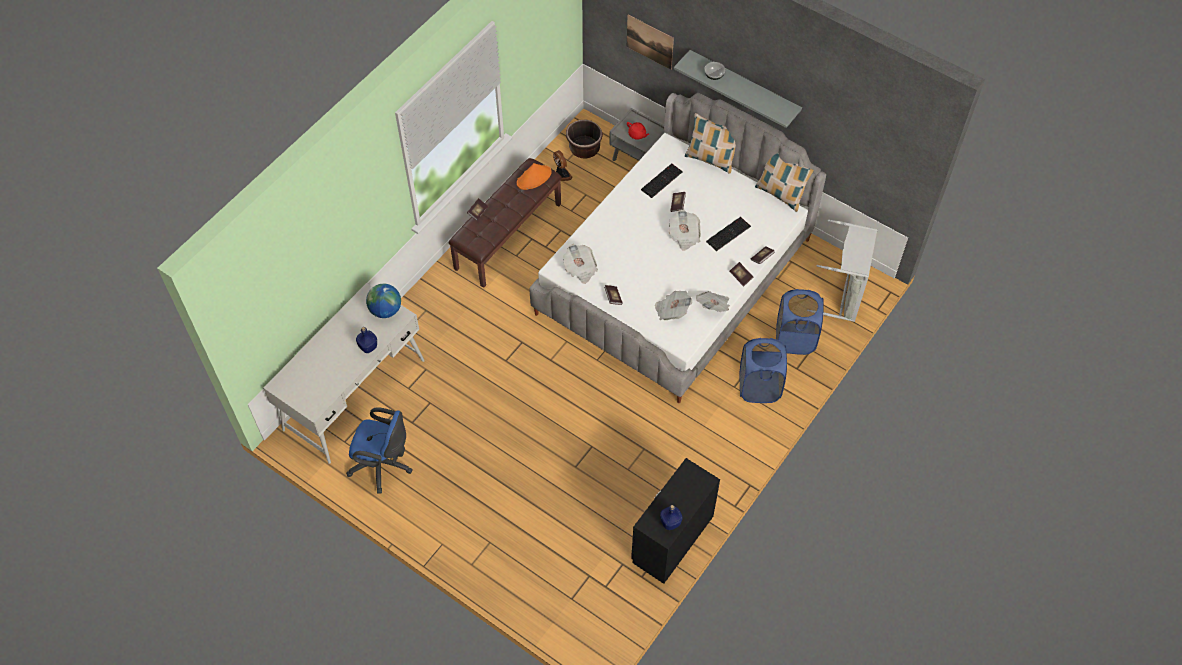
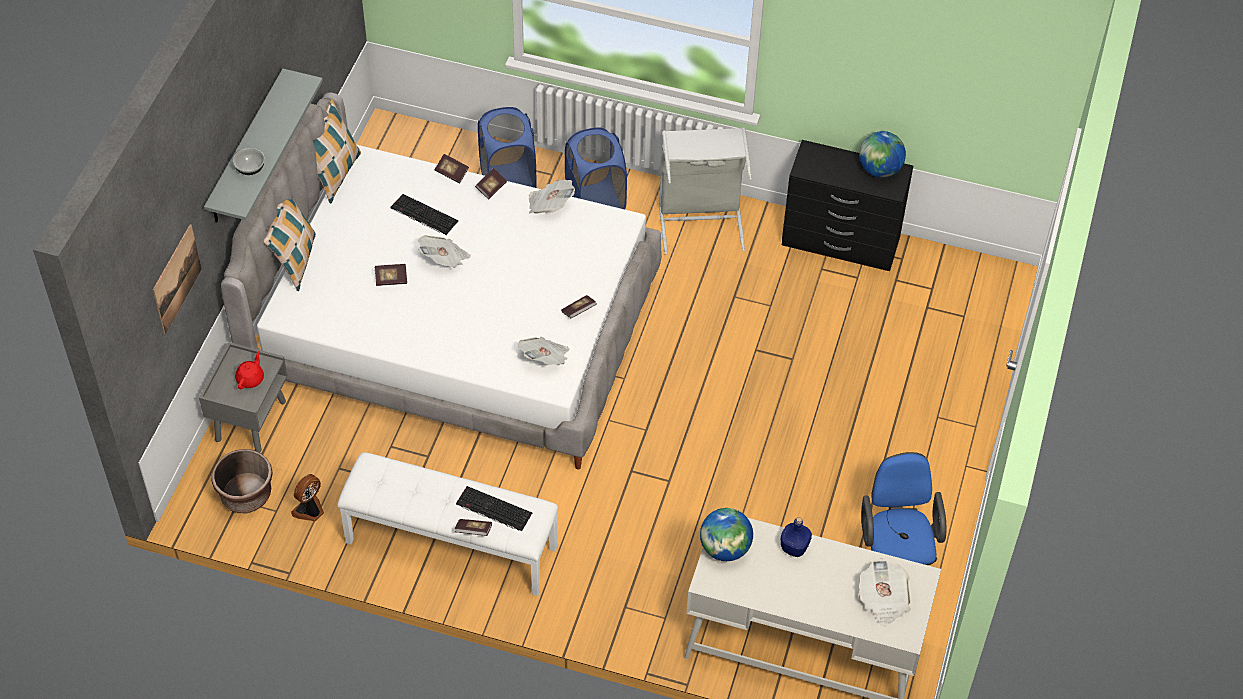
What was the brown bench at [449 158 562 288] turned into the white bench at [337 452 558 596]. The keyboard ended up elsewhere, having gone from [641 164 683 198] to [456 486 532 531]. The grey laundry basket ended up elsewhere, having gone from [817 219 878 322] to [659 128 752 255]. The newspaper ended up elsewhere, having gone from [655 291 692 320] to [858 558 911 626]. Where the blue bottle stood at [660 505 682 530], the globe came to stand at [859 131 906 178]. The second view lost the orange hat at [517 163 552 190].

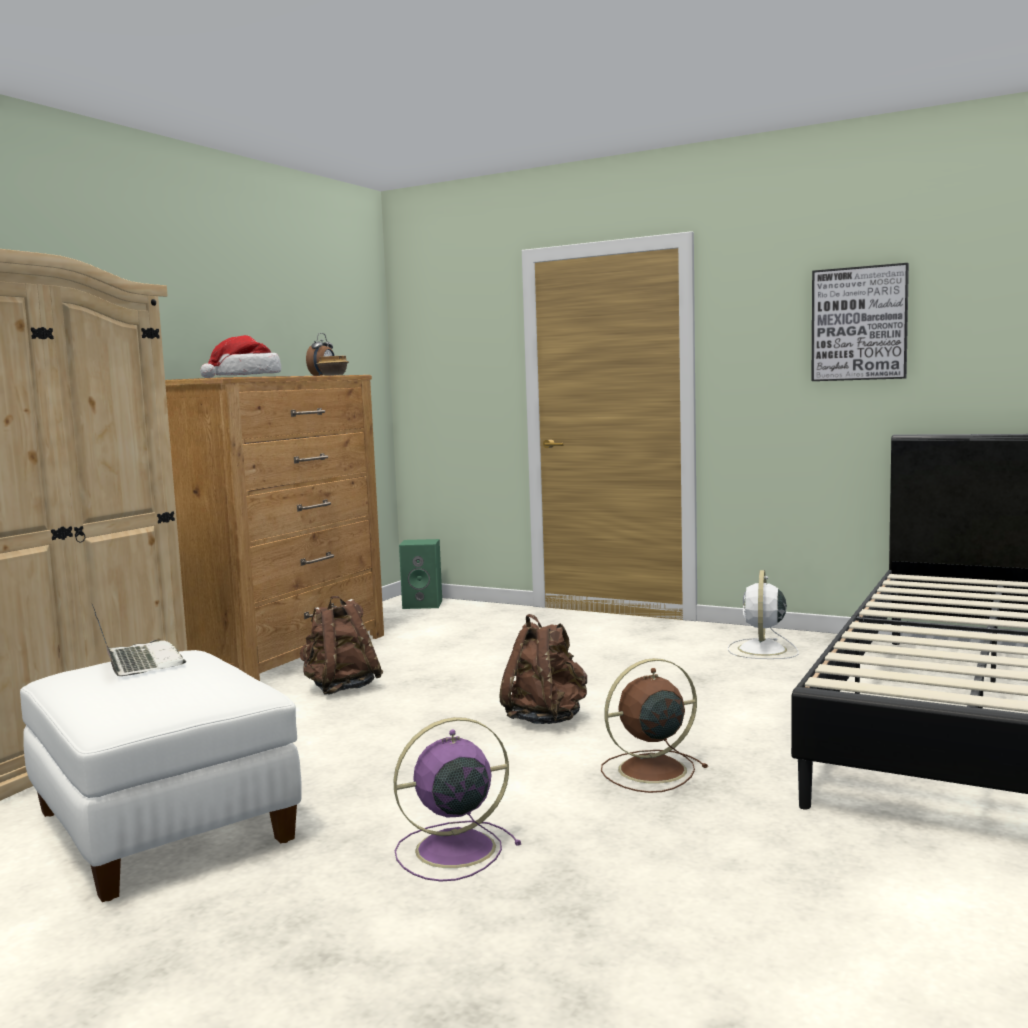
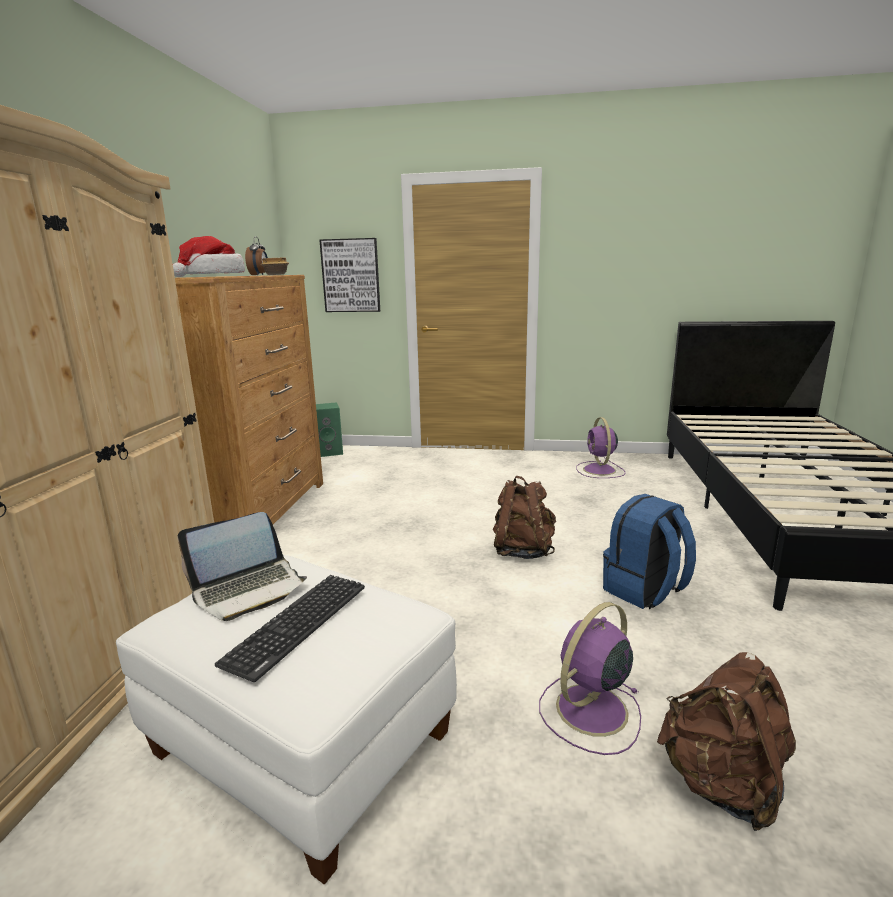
The laptop at [92 604 186 676] ended up facing another way, 105 degrees clockwise from before. The second view gained the keyboard at [215 575 365 682]. The picture ended up elsewhere, having gone from [811 263 909 381] to [319 238 380 312]. What was the white fan at [728 570 799 659] turned into the purple fan at [576 417 626 478]. Where the brown fan stood at [601 658 708 793], the blue backpack came to stand at [603 494 696 609]. The brown backpack ended up elsewhere, having gone from [300 596 383 695] to [657 652 796 831].

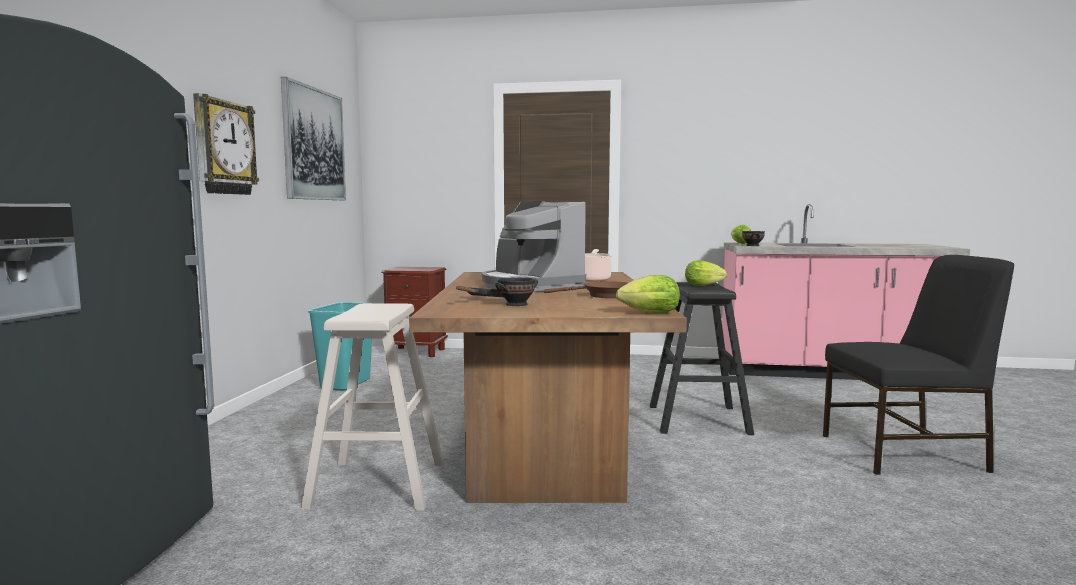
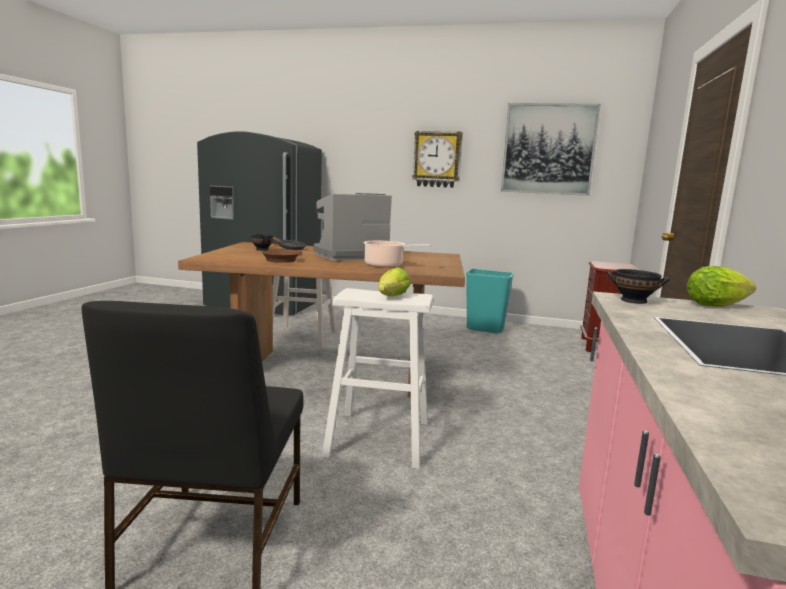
What was the black stool at [650 282 754 435] turned into the white stool at [322 288 433 469]. The second view lost the lettuce at [616 275 680 314].

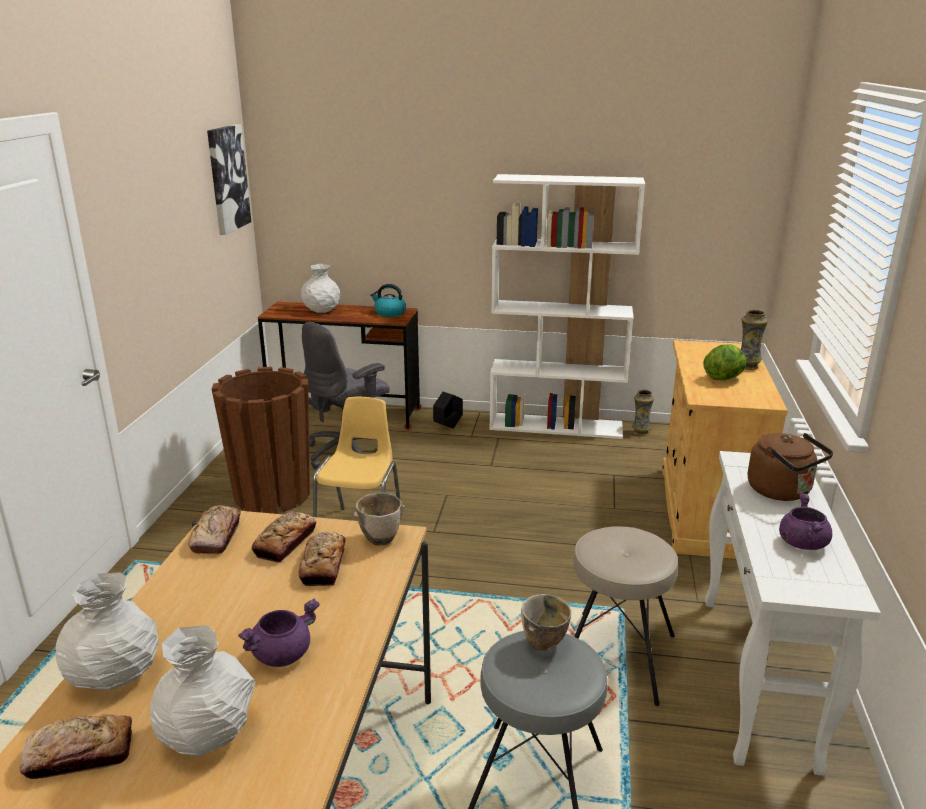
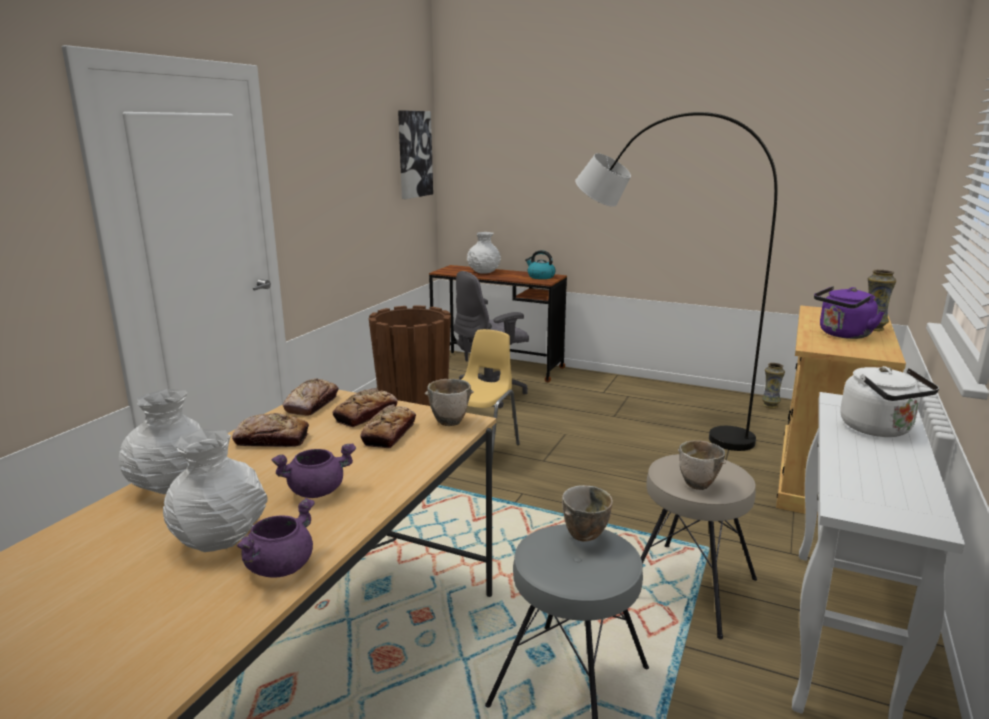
The bread ended up elsewhere, having gone from [19 714 132 779] to [232 413 309 447]. The purple cooking pot ended up elsewhere, having gone from [779 493 832 550] to [237 498 315 578]. The second view gained the grey floor lamp at [575 112 778 451]. The second view gained the bowl at [678 440 726 490]. Where the lettuce stood at [703 344 746 380], the purple kettle came to stand at [814 286 884 339]. What was the brown kettle at [748 433 833 501] turned into the white kettle at [840 366 939 437]. The second view lost the black planter at [433 392 463 429]. The second view lost the white bookcase at [489 174 645 439].

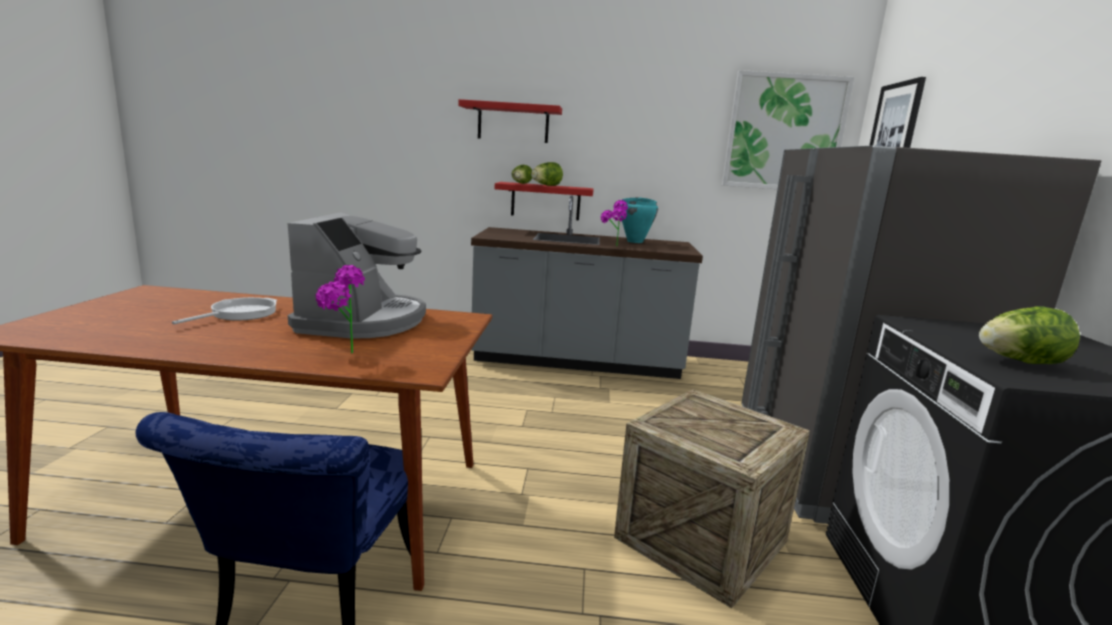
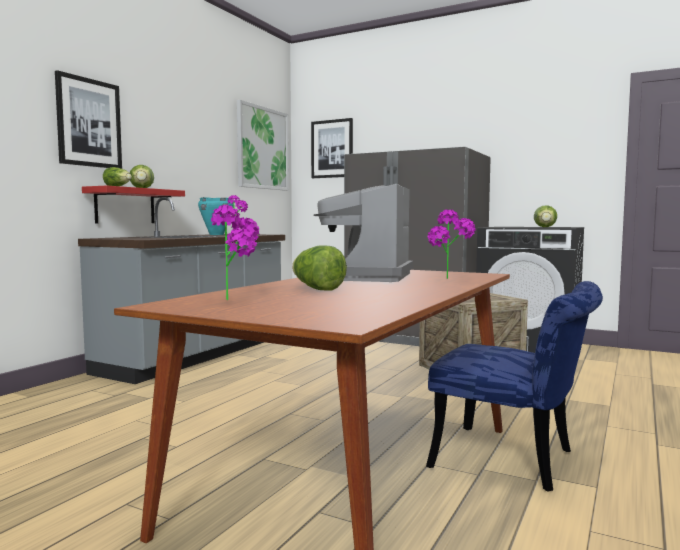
Where the red shelf hung at [458 99 562 143], the picture came to hang at [55 70 122 169]. The second view gained the potted plant at [211 206 260 300]. Where the frying pan stood at [172 297 277 324], the lettuce came to stand at [292 245 347 291]. The coffee machine at [287 212 426 339] ended up facing another way, 105 degrees counterclockwise from before.

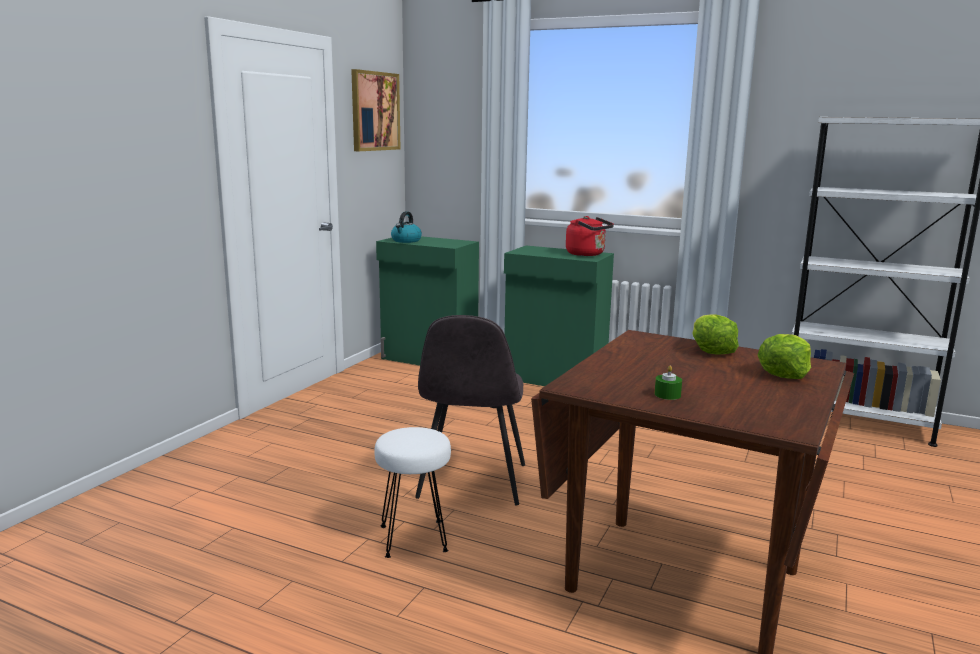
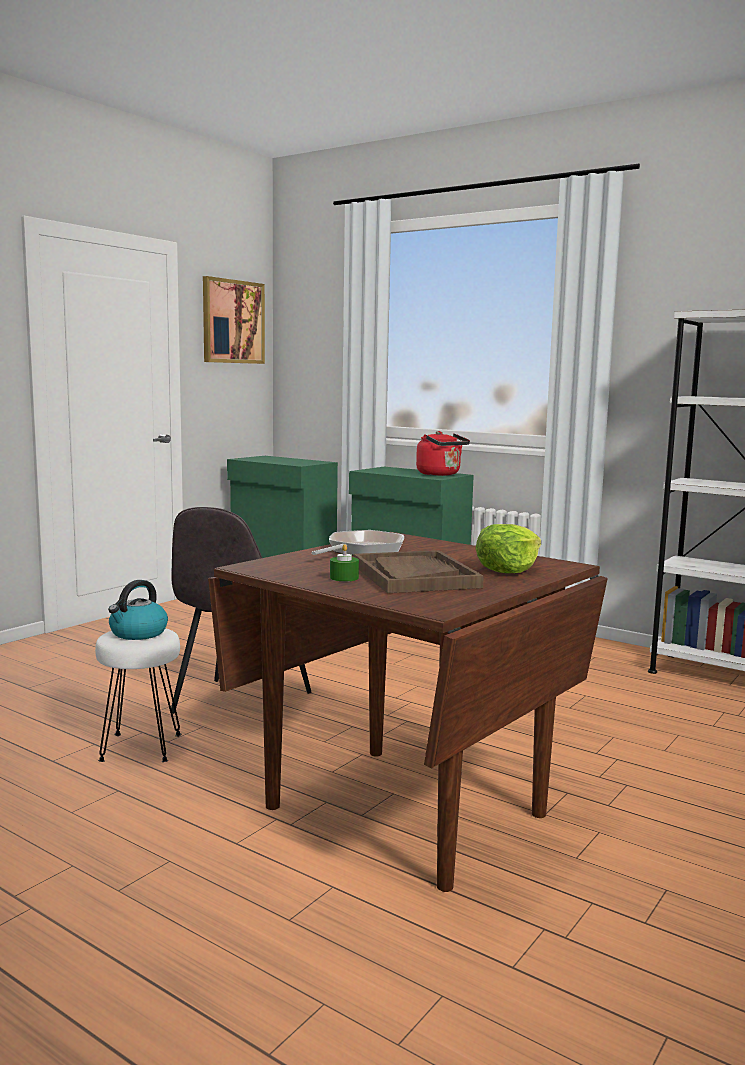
The kettle ended up elsewhere, having gone from [391 212 422 243] to [108 580 168 640]. The second view gained the frying pan at [311 530 404 556]. The second view gained the brown tray at [354 550 484 593]. The second view lost the lettuce at [692 314 739 355].

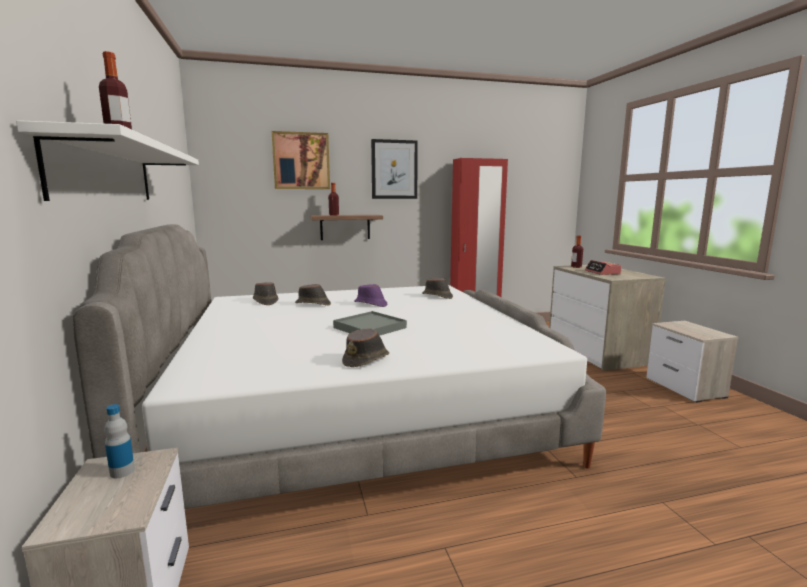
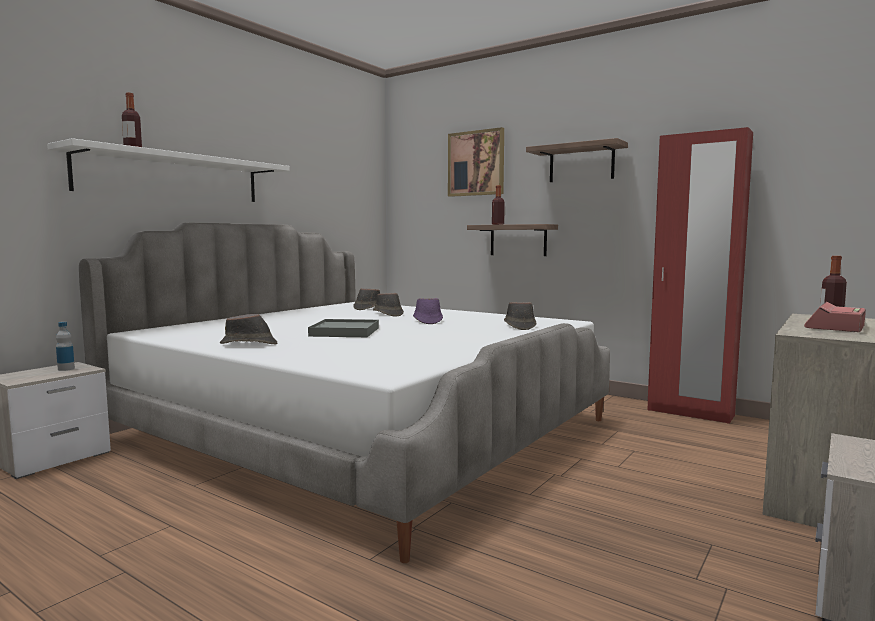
Where the picture hung at [371 139 418 199], the shelf came to hang at [526 138 628 182].

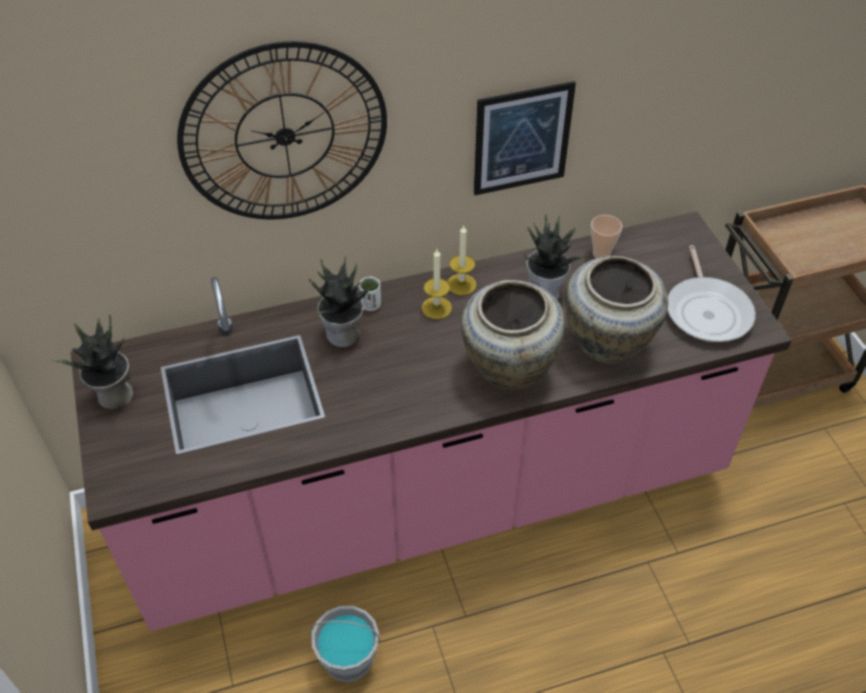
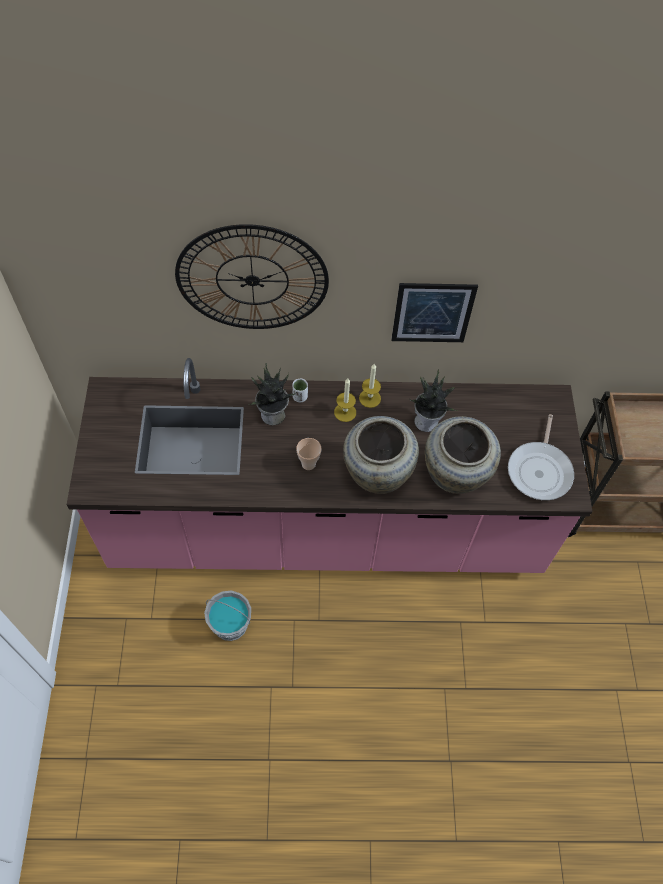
The cup ended up elsewhere, having gone from [591 215 623 258] to [296 438 321 470]. The second view lost the potted plant at [51 315 134 409].

